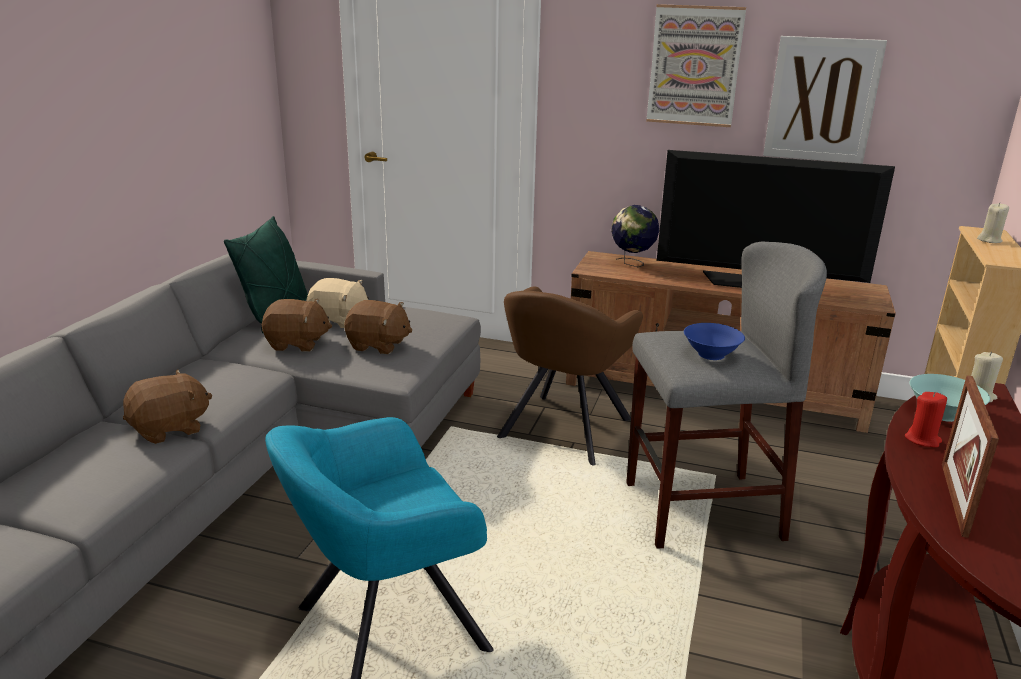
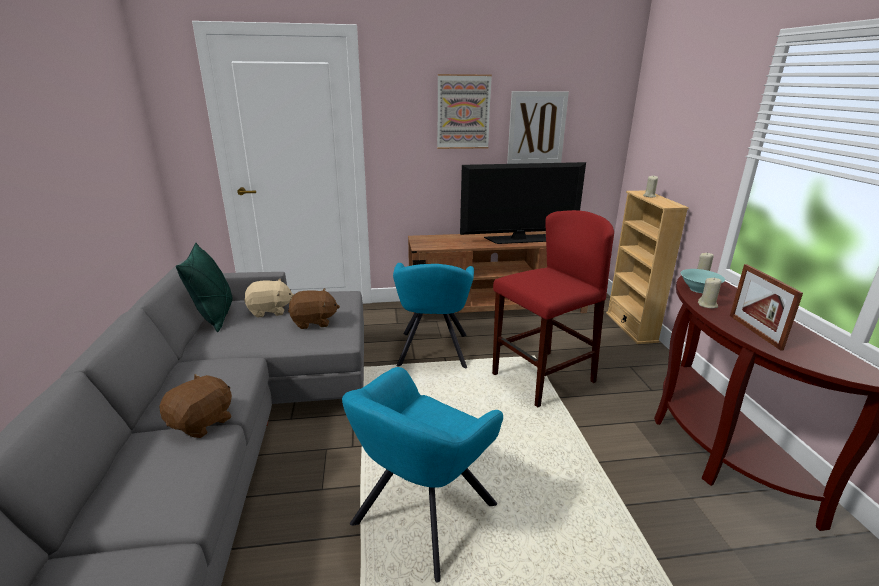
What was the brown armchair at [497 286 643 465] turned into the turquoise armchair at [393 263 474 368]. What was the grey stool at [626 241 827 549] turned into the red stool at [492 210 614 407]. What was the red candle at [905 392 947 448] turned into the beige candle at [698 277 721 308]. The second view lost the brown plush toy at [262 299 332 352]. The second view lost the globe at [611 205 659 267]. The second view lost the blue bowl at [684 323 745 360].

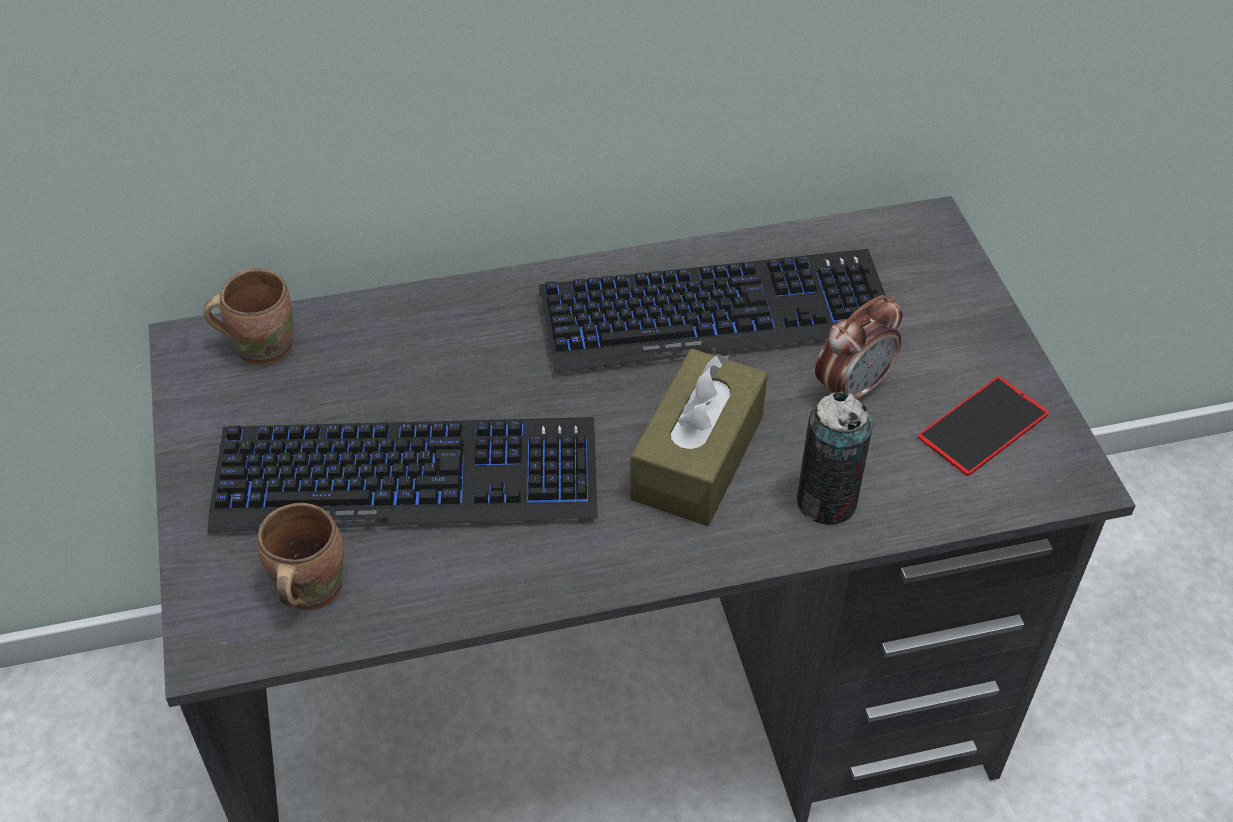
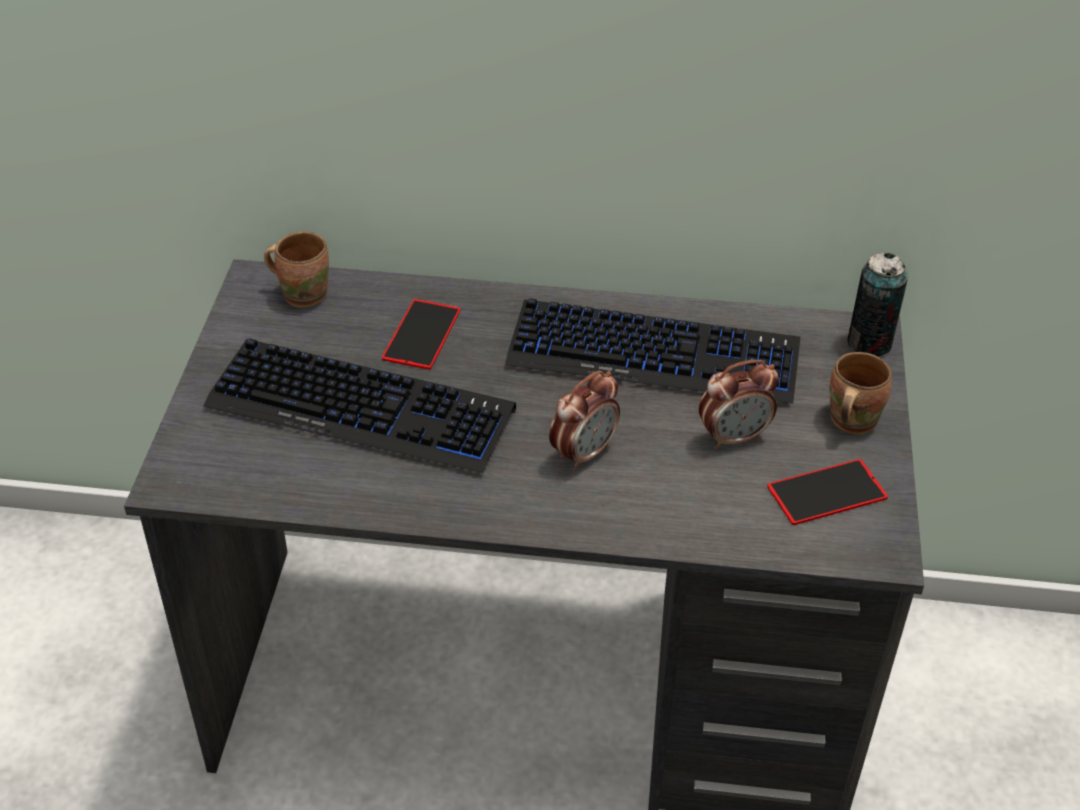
The second view gained the phone at [382 299 460 370]. Where the brown tissue box stood at [630 349 768 526], the alarm clock came to stand at [549 371 620 471]. The brown mug ended up elsewhere, having gone from [257 503 344 611] to [829 352 892 434]. The can ended up elsewhere, having gone from [797 392 873 525] to [847 253 908 357].

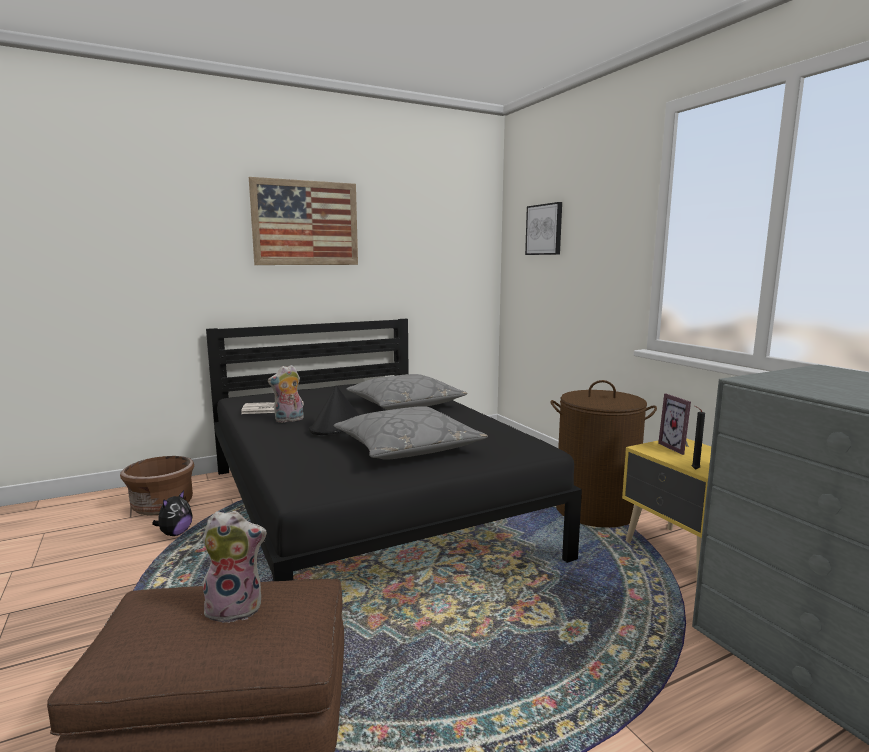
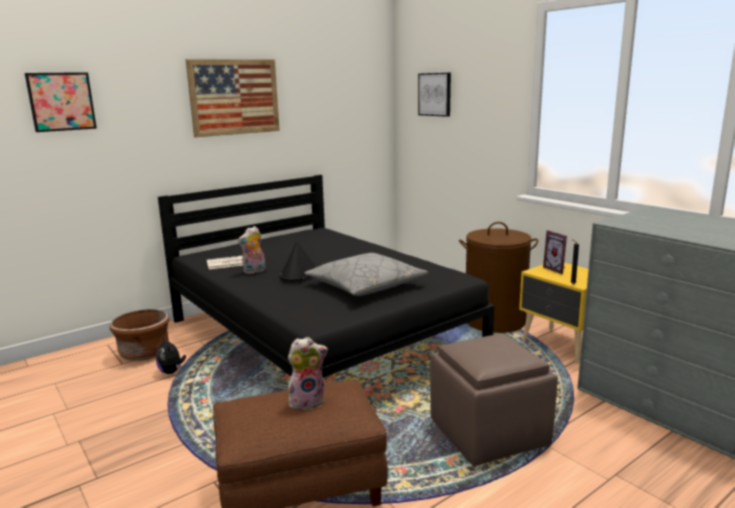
The second view gained the picture at [25 72 97 132]. The plush toy at [152 490 193 536] ended up facing another way, 135 degrees clockwise from before. The second view gained the brown ottoman at [430 333 558 466]. The second view lost the grey pillow at [347 374 467 410].

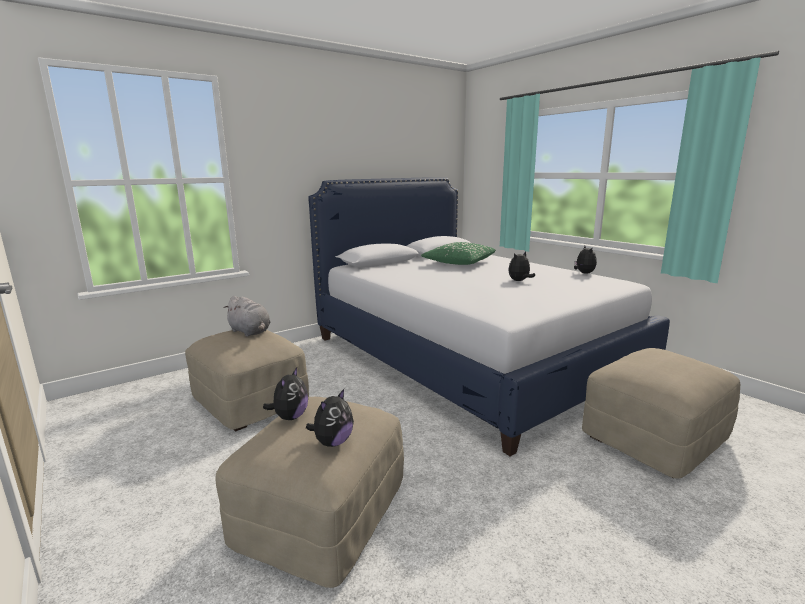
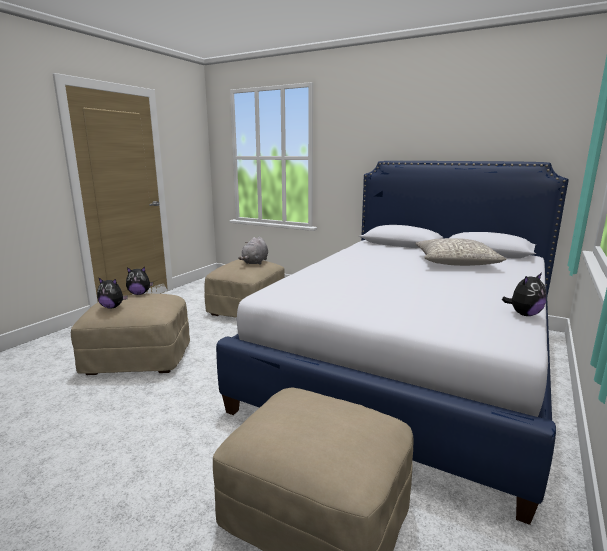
What was the green pillow at [421 242 496 265] turned into the grey pillow at [415 238 506 266]. The second view lost the plush toy at [508 251 535 281].

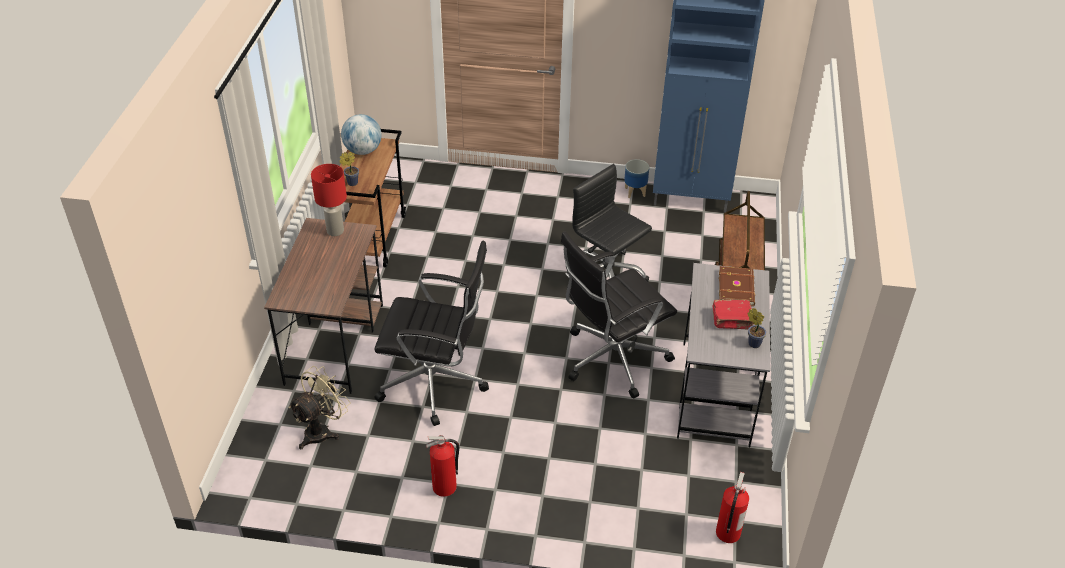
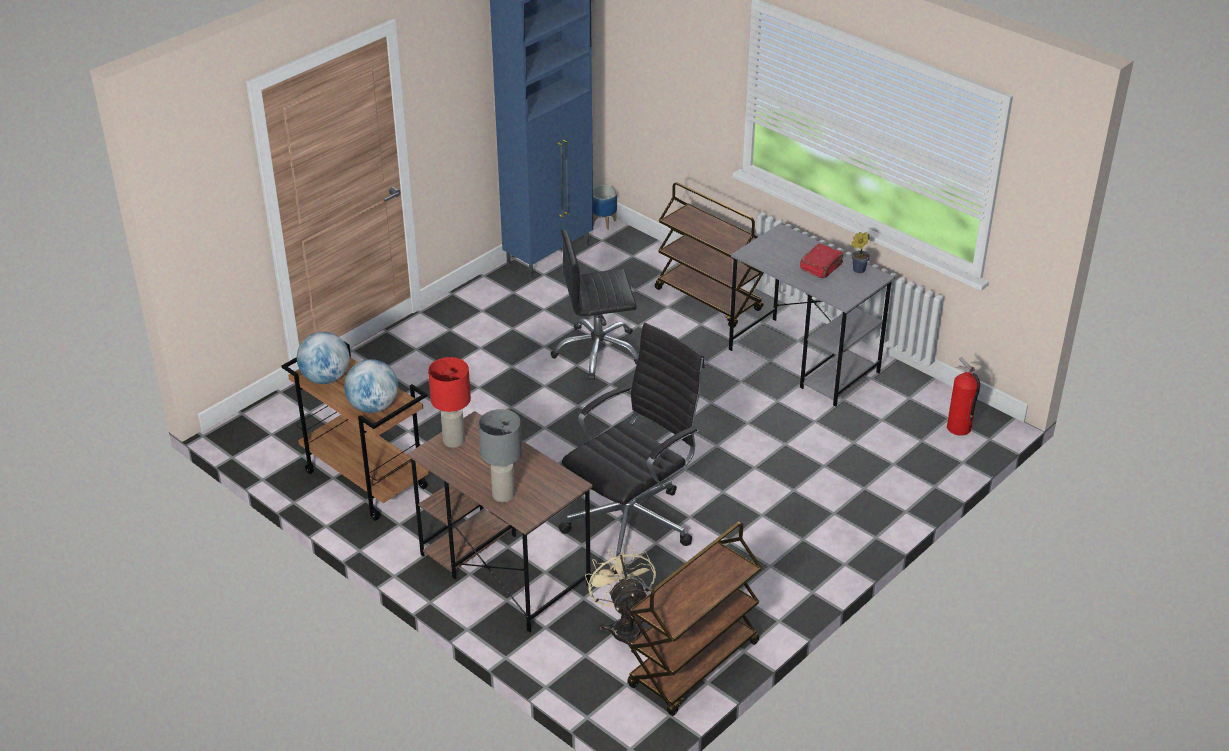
Where the potted plant stood at [339 152 359 186], the globe came to stand at [344 359 398 413]. The second view gained the grey table lamp at [478 409 522 502]. The planter ended up elsewhere, having gone from [624 159 649 198] to [593 185 617 230]. The second view gained the brown cart at [627 522 762 716]. The second view lost the fire extinguisher at [426 435 459 497]. The second view lost the black office chair at [561 231 677 398]. The second view lost the brown book at [719 266 755 306].

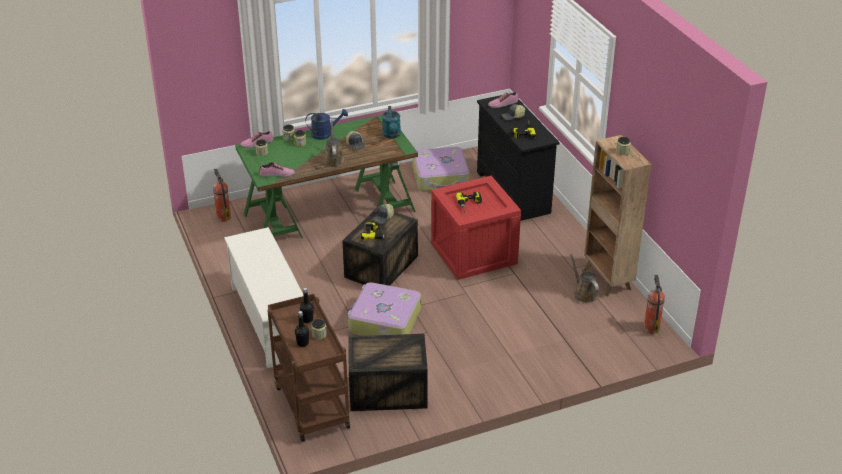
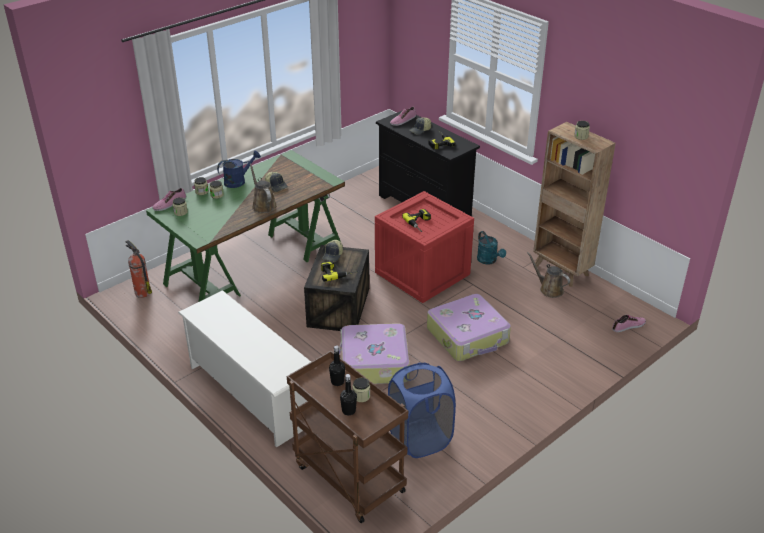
Where the crate stood at [348 334 428 411], the blue laundry basket came to stand at [388 362 456 458]. The suitcase ended up elsewhere, having gone from [412 147 469 192] to [427 294 511 361]. The turquoise watering can ended up elsewhere, having gone from [382 106 401 139] to [477 231 506 264]. The shoe ended up elsewhere, having gone from [259 162 295 177] to [612 315 646 332]. The second view lost the fire extinguisher at [644 275 665 334].

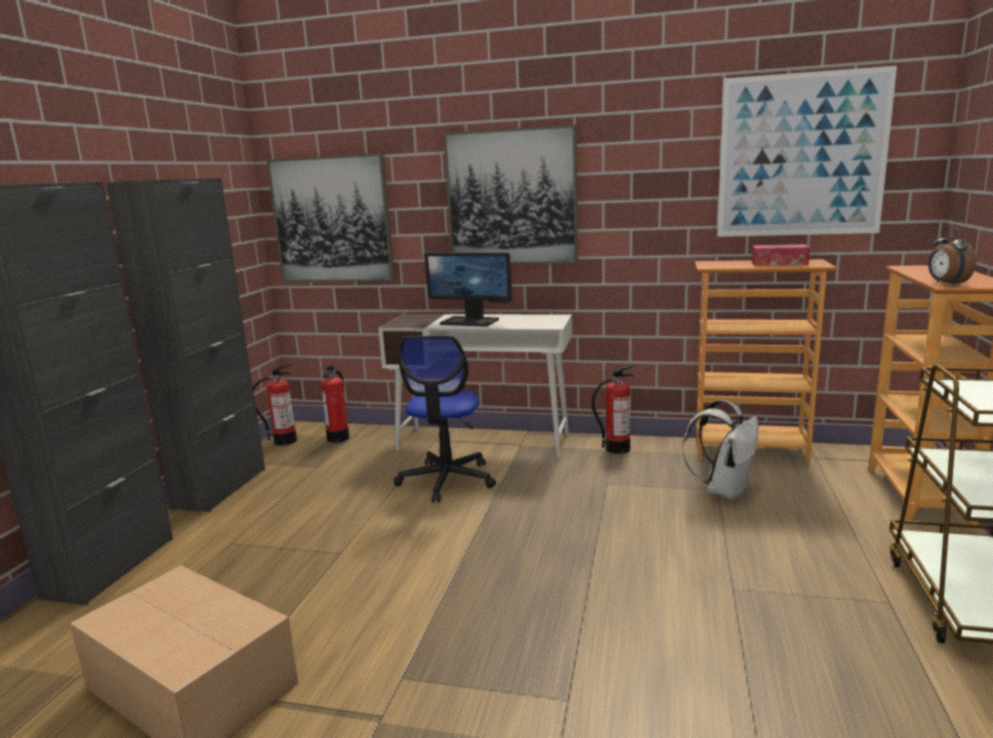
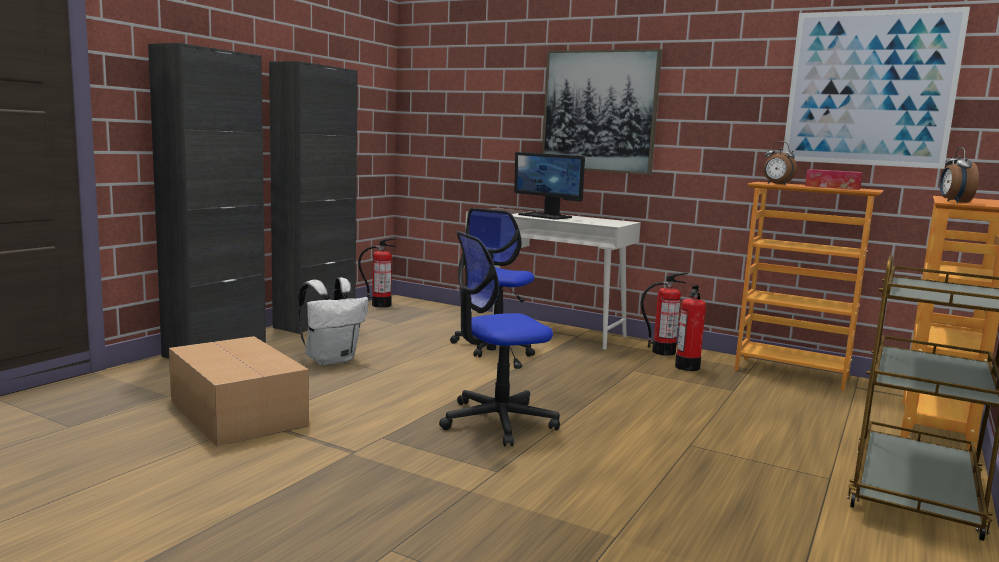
The white backpack ended up elsewhere, having gone from [682 400 758 500] to [298 277 368 365]. The second view gained the office chair at [439 231 560 446]. The fire extinguisher ended up elsewhere, having gone from [321 366 350 443] to [675 284 706 371]. The second view gained the alarm clock at [763 142 797 185]. The second view lost the picture at [266 153 395 282].

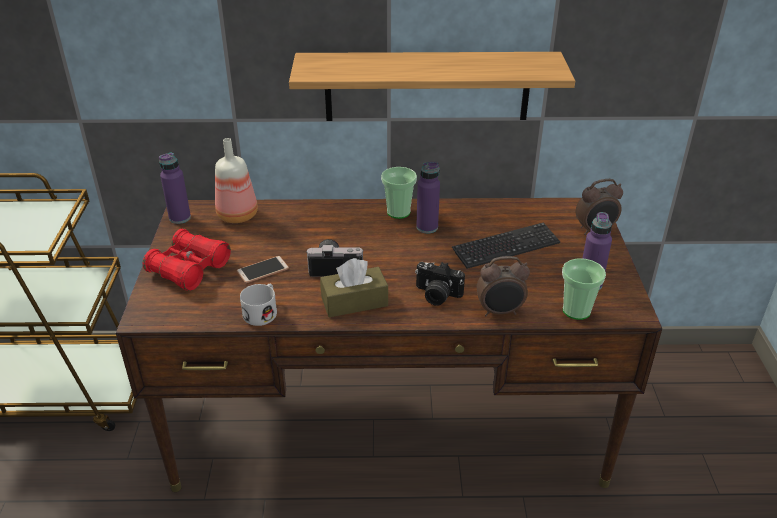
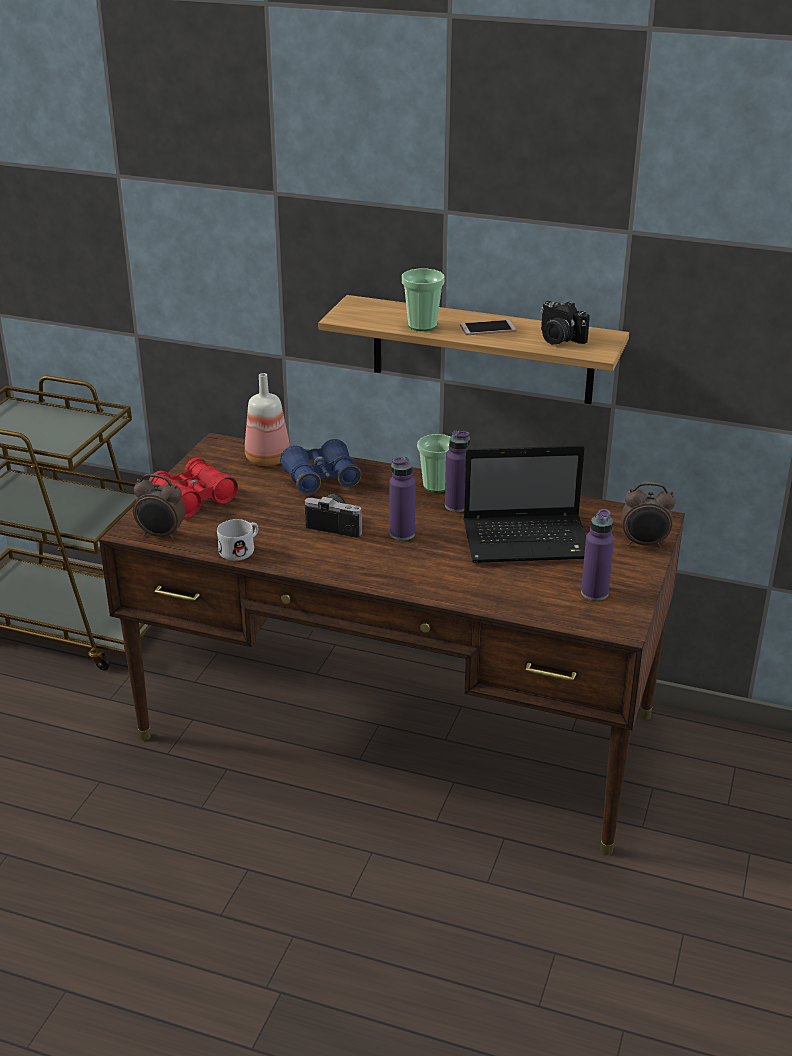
The alarm clock ended up elsewhere, having gone from [477 256 530 316] to [133 474 185 540]. The second view gained the blue binoculars at [280 439 361 494]. The purple bottle ended up elsewhere, having gone from [159 153 191 224] to [389 457 416 541]. The cup ended up elsewhere, having gone from [562 258 606 320] to [402 269 445 331]. The phone ended up elsewhere, having gone from [237 256 289 283] to [460 320 517 335]. Where the keyboard stood at [452 223 560 269], the laptop came to stand at [463 446 586 563]. The photo camera ended up elsewhere, having gone from [415 262 465 306] to [540 301 590 345]. The second view lost the brown tissue box at [320 258 388 317].

